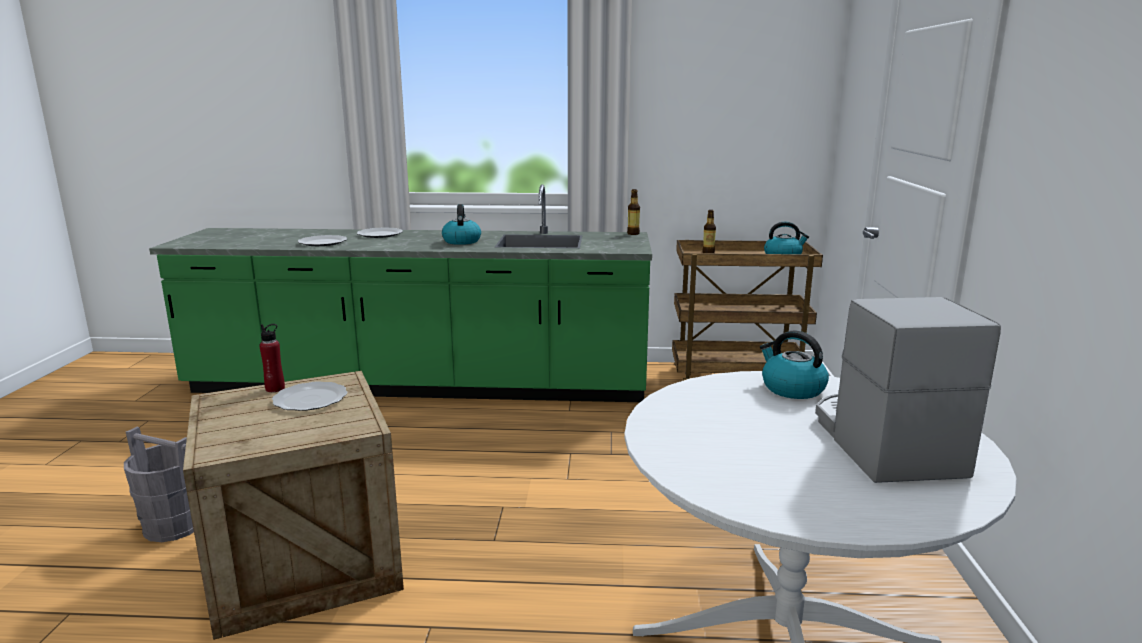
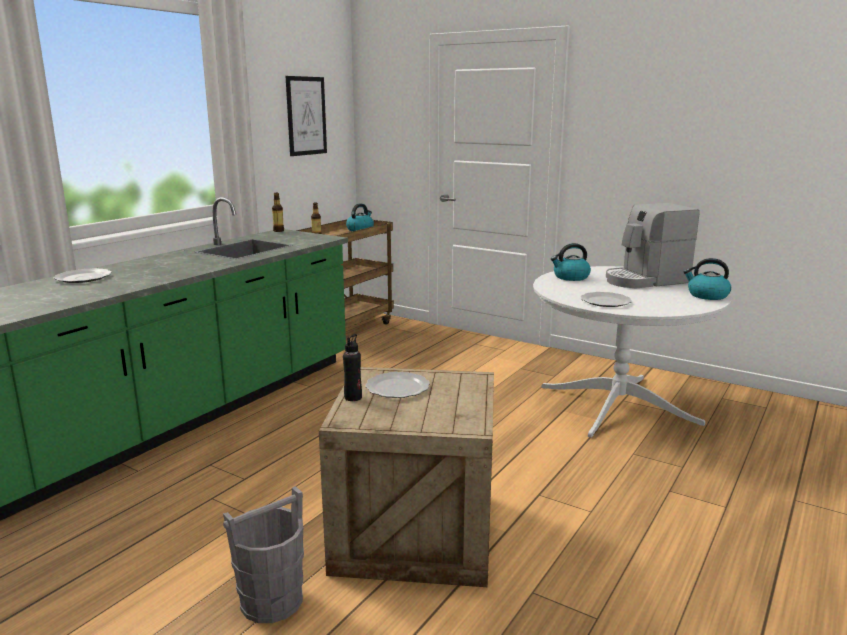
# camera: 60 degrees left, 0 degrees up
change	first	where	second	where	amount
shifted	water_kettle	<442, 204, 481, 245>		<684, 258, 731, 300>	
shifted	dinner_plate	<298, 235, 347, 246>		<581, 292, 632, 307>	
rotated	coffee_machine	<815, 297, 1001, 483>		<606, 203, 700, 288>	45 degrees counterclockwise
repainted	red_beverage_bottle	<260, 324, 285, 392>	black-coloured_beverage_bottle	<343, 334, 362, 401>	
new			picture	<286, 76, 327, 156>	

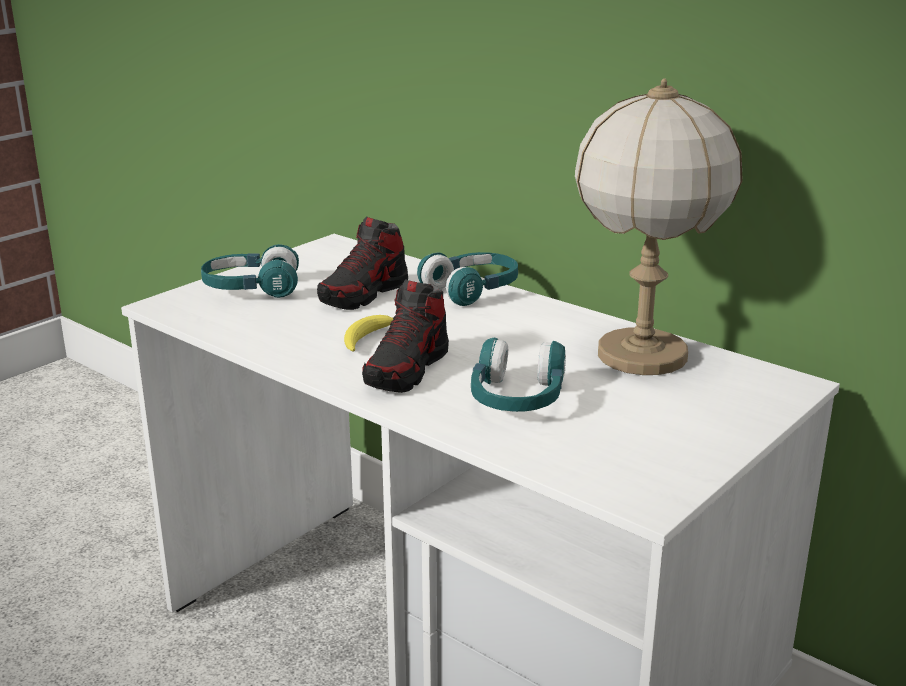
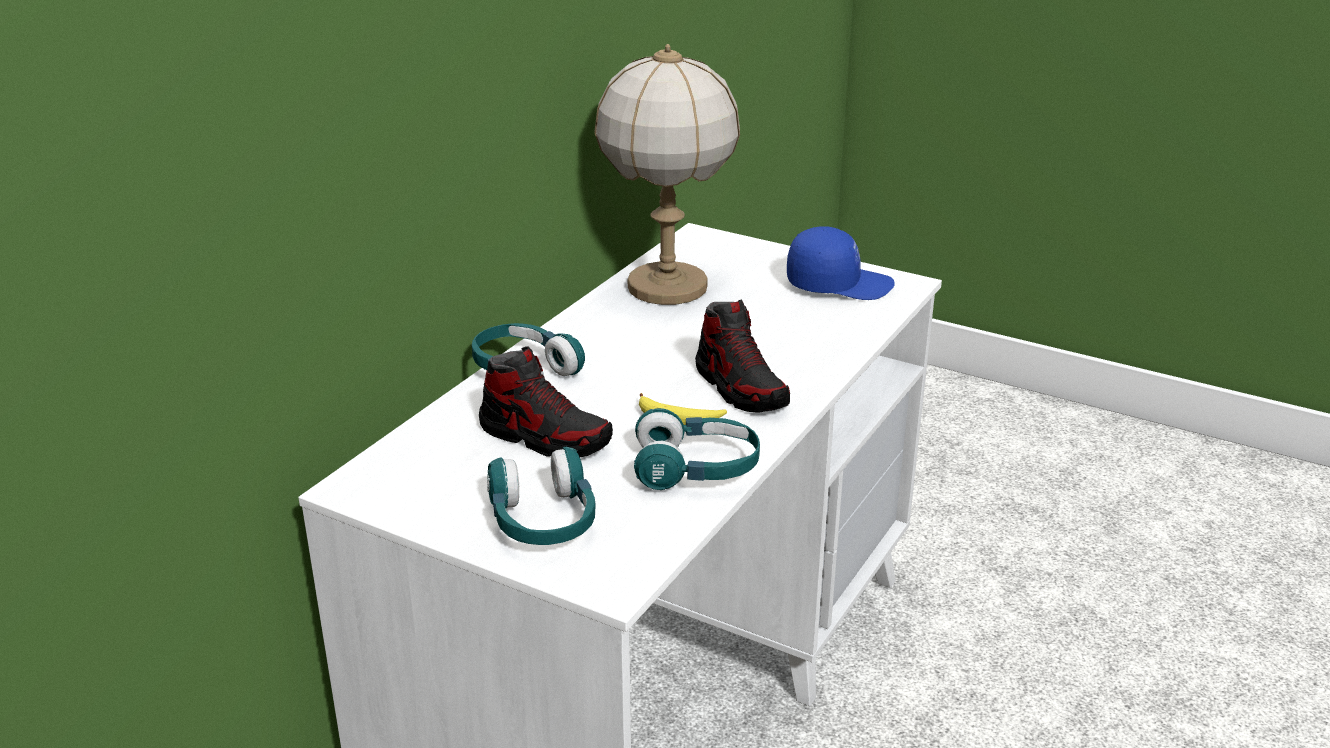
# camera: 100 degrees left, 5 degrees up
change	first	where	second	where	amount
rotated	low_shoe	<362, 279, 449, 393>		<695, 300, 790, 413>	45 degrees clockwise
shifted	turquoise-coloured_pair_of_headphones	<471, 338, 566, 412>		<634, 408, 760, 490>	
new			blue_cap	<787, 226, 895, 300>	

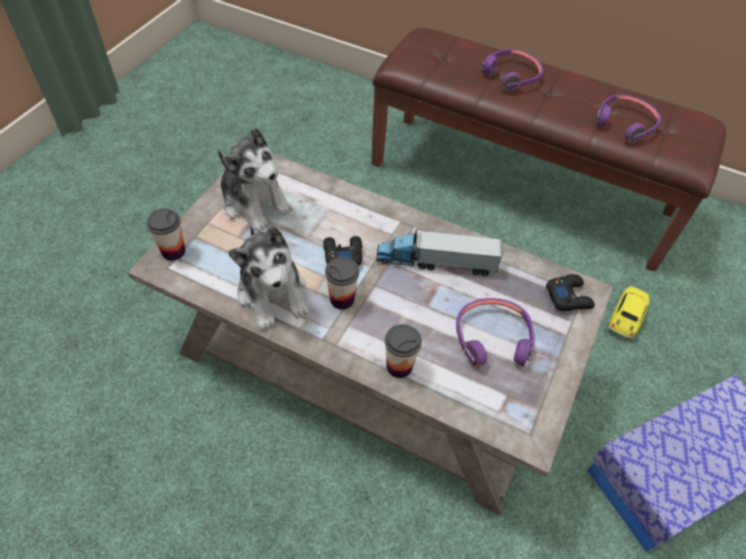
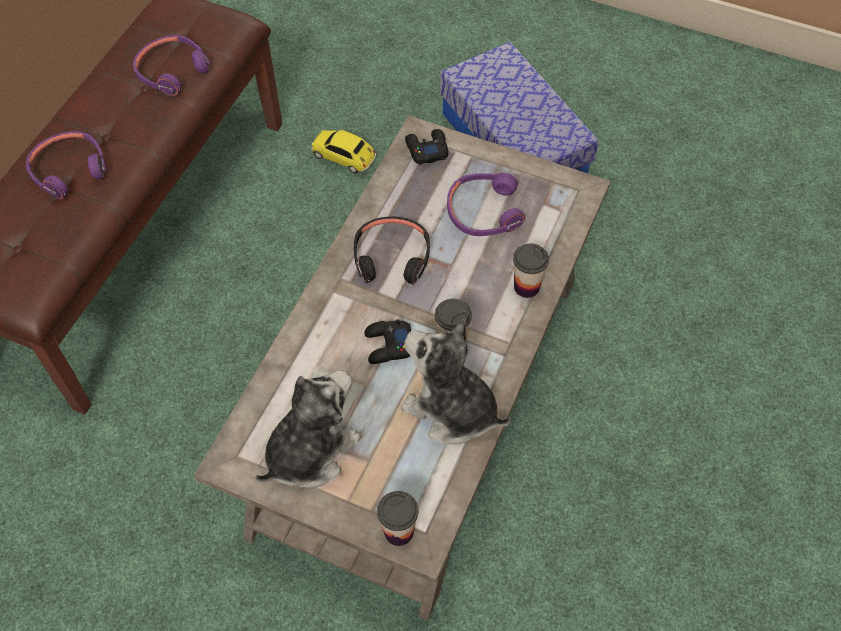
# camera: 90 degrees left, 5 degrees up
change	first	where	second	where	amount
rotated	soft_toy	<228, 226, 309, 330>		<401, 318, 511, 445>	120 degrees counterclockwise
swapped	model_truck	<376, 229, 503, 276>	black-coloured_pair_of_headphones	<354, 217, 430, 285>	

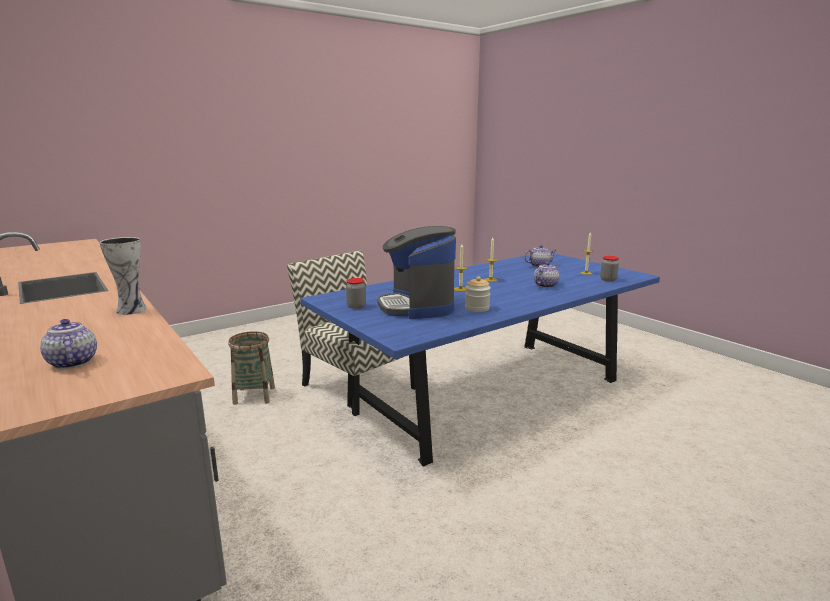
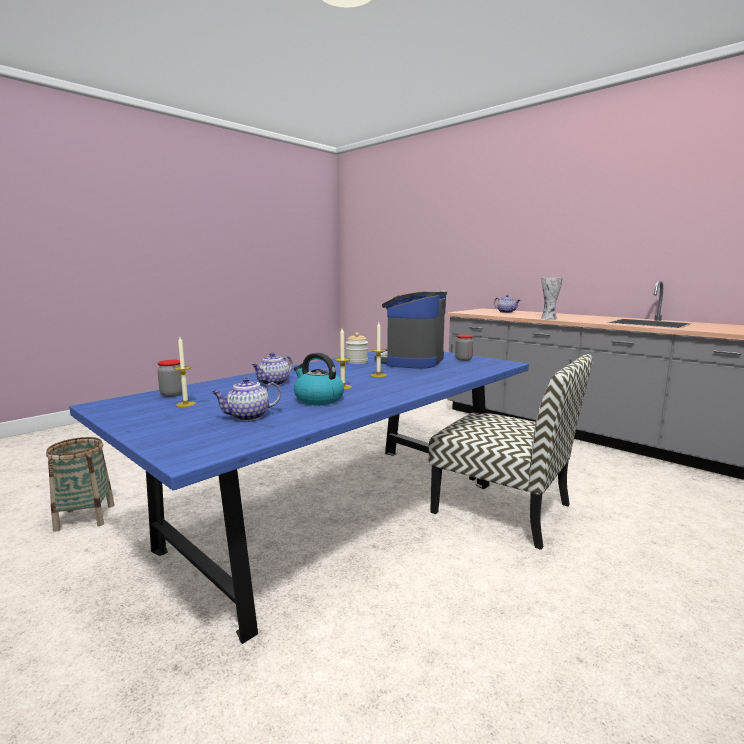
# camera: 170 degrees right, 5 degrees down
change	first	where	second	where	amount
rotated	coffee_machine	<377, 226, 456, 319>		<375, 290, 448, 369>	135 degrees counterclockwise
shifted	household_basket	<228, 331, 275, 405>		<46, 437, 115, 532>	
new			water_kettle	<294, 353, 344, 405>	

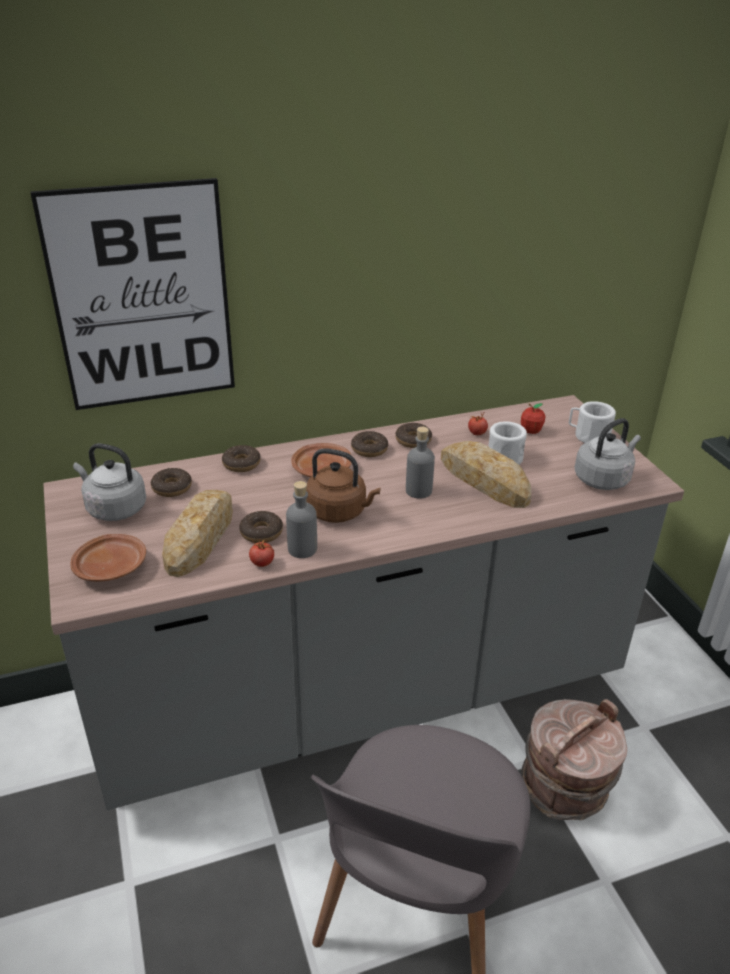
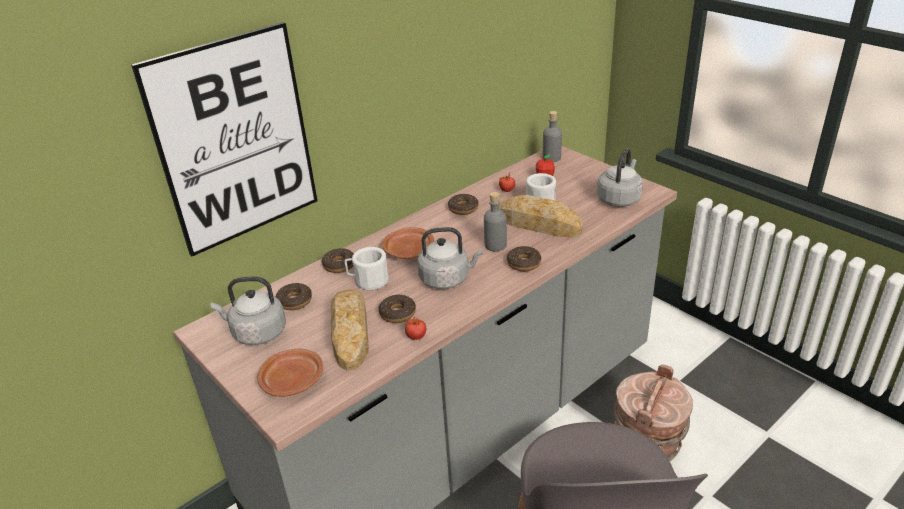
# camera: 20 degrees left, 0 degrees up
change	first	where	second	where	amount
shifted	whitish_mug	<569, 401, 616, 443>		<345, 247, 389, 290>	
shifted	ring_doughnut	<351, 431, 388, 457>		<507, 246, 541, 271>	
repainted	brown_water_kettle	<306, 448, 381, 523>	grey_water_kettle	<417, 227, 483, 289>	
shifted	grey_beverage_bottle	<286, 481, 317, 558>		<543, 111, 562, 162>	

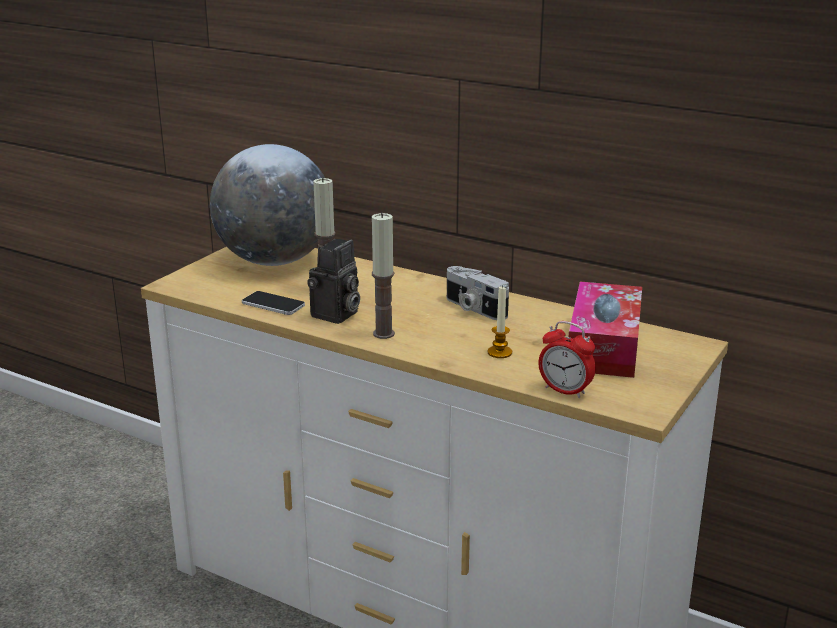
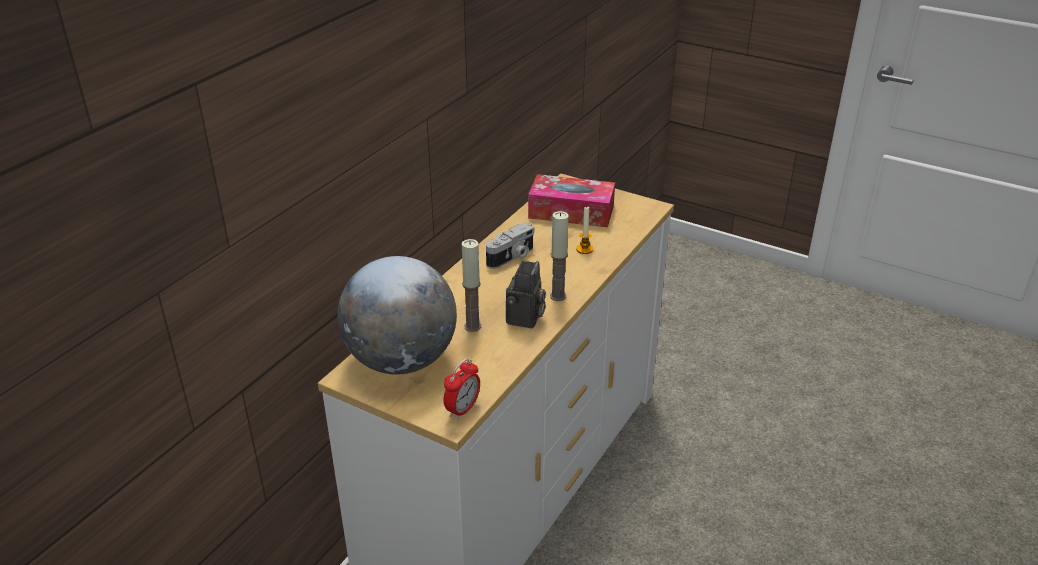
# camera: 90 degrees left, 10 degrees up
change	first	where	second	where	amount
rotated	photo_camera	<307, 239, 360, 324>		<506, 261, 546, 328>	75 degrees clockwise
gone	phone	<242, 291, 305, 315>			
shifted	bedside_clock	<538, 321, 596, 398>		<443, 358, 480, 420>	

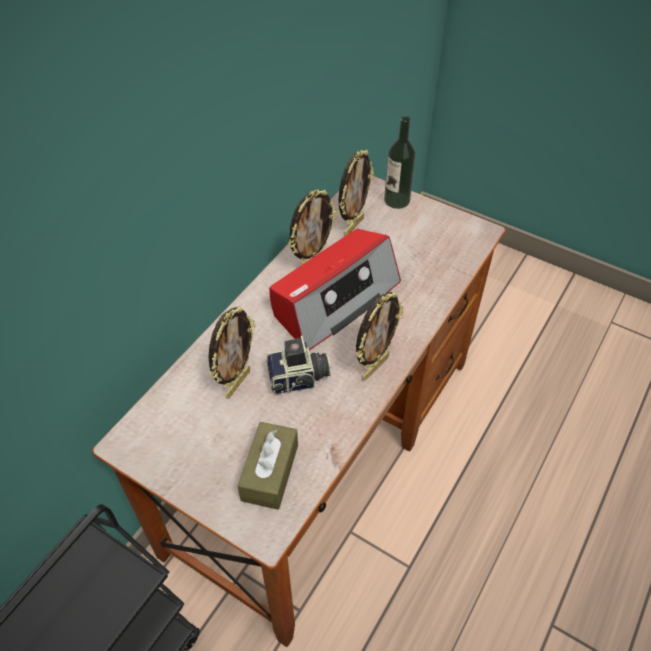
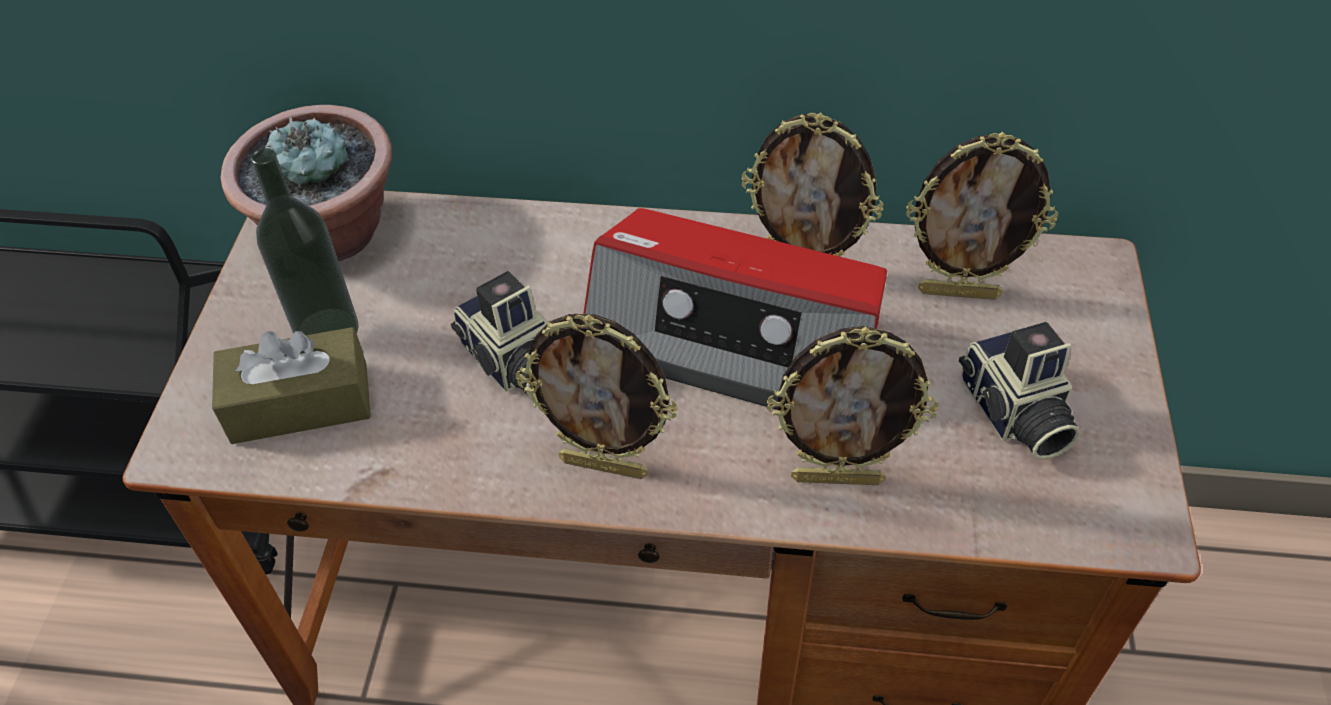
# camera: 65 degrees right, 0 degrees up
change	first	where	second	where	amount
shifted	beverage_bottle	<384, 116, 416, 209>		<251, 148, 359, 335>	
shifted	standing_frame	<209, 306, 255, 399>		<767, 326, 938, 485>	
new			houseplant	<221, 105, 392, 261>	
new			photo_camera	<959, 322, 1081, 459>	

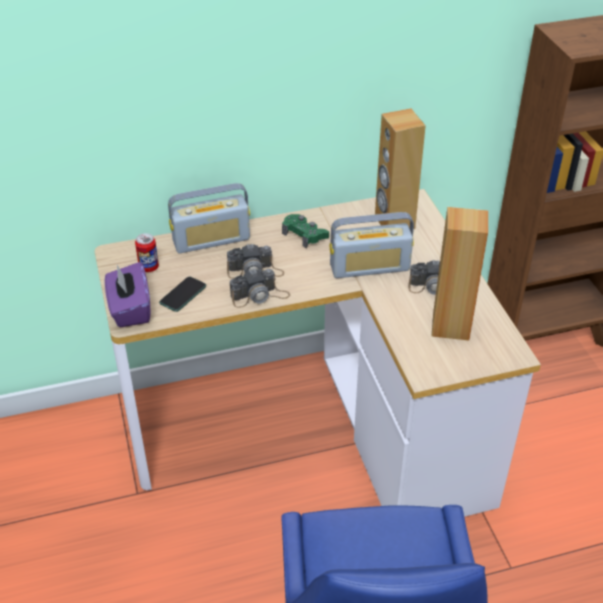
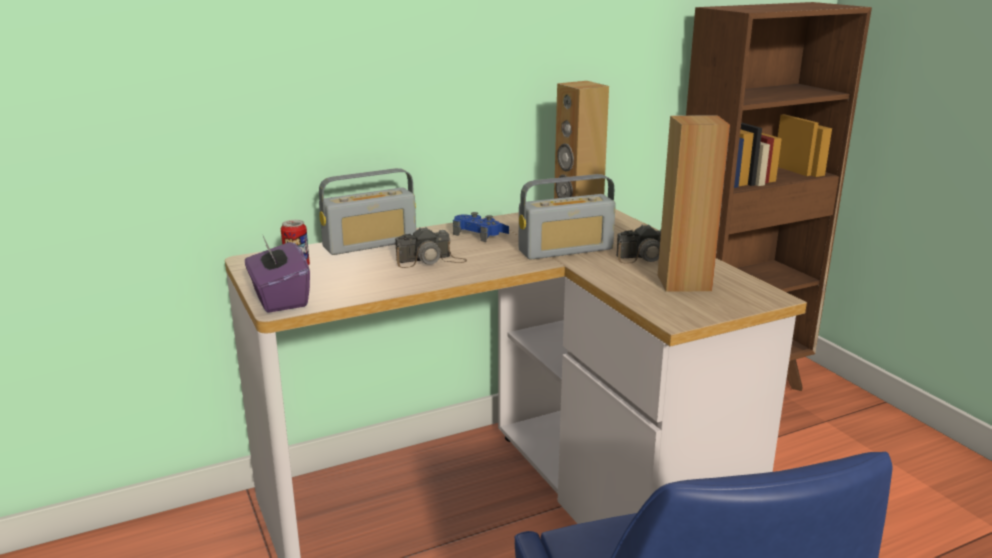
# camera: 10 degrees left, 20 degrees down
change	first	where	second	where	amount
repainted	green_joypad	<282, 214, 329, 248>	blue_joypad	<453, 212, 509, 242>	
gone	photo_camera	<230, 268, 290, 308>			
gone	phone	<159, 277, 206, 312>			

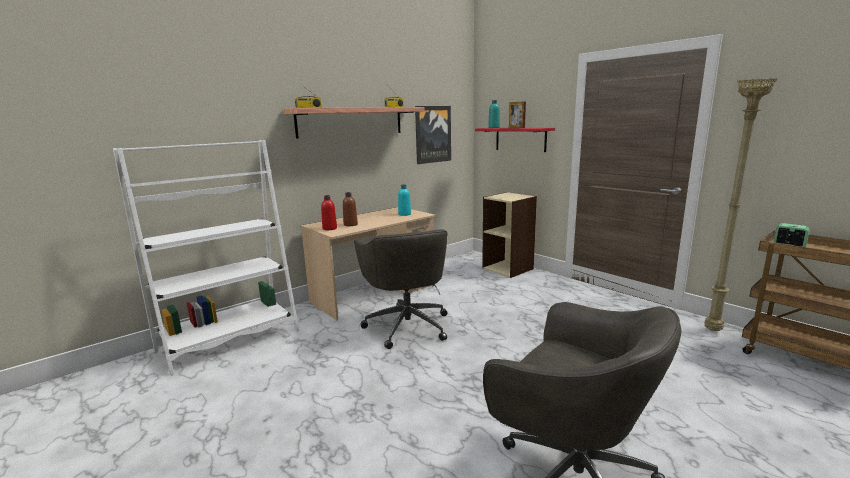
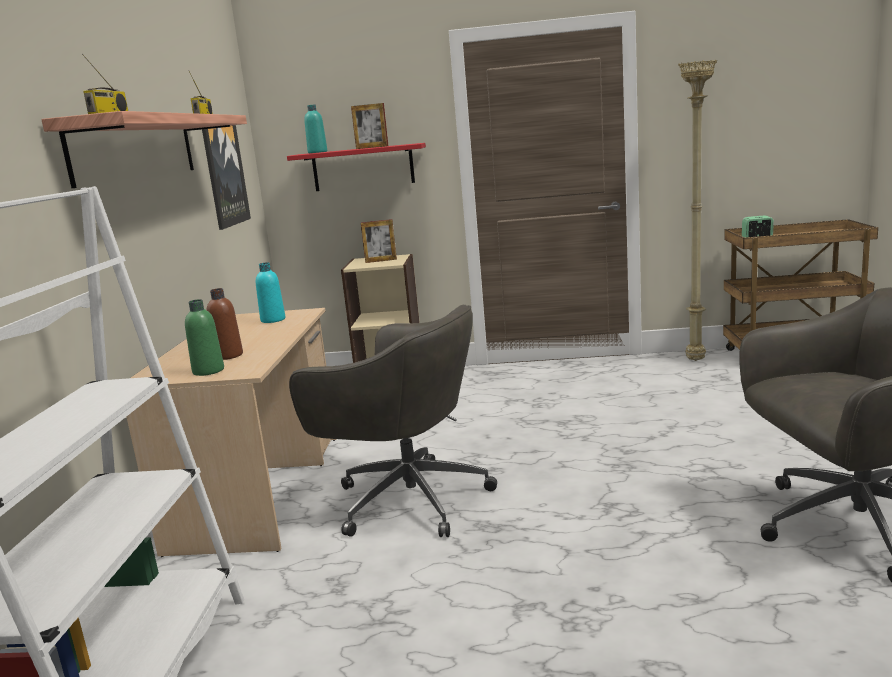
# camera: 45 degrees left, 0 degrees up
change	first	where	second	where	amount
repainted	red_beverage_bottle	<321, 195, 337, 230>	green_beverage_bottle	<185, 299, 224, 376>	
new			standing_frame	<361, 219, 397, 263>	

